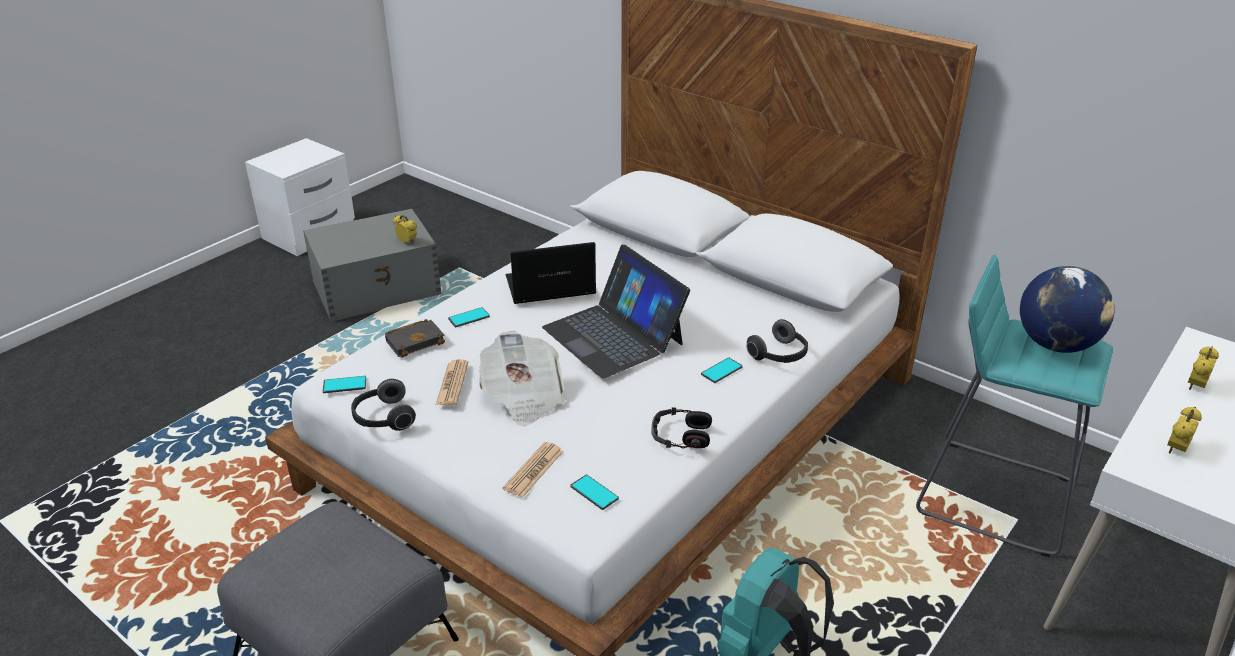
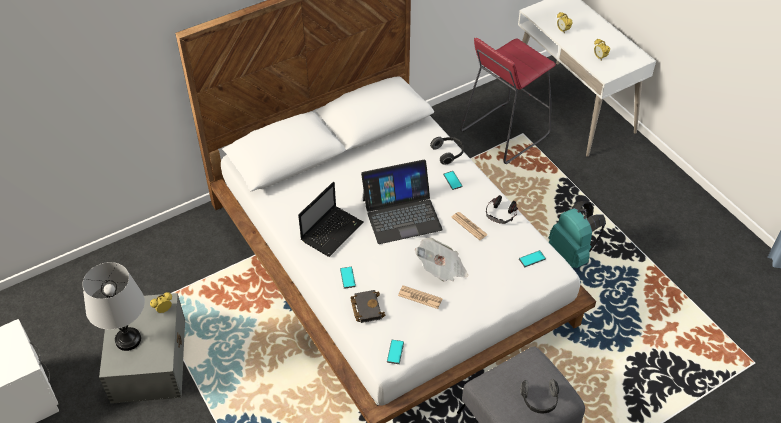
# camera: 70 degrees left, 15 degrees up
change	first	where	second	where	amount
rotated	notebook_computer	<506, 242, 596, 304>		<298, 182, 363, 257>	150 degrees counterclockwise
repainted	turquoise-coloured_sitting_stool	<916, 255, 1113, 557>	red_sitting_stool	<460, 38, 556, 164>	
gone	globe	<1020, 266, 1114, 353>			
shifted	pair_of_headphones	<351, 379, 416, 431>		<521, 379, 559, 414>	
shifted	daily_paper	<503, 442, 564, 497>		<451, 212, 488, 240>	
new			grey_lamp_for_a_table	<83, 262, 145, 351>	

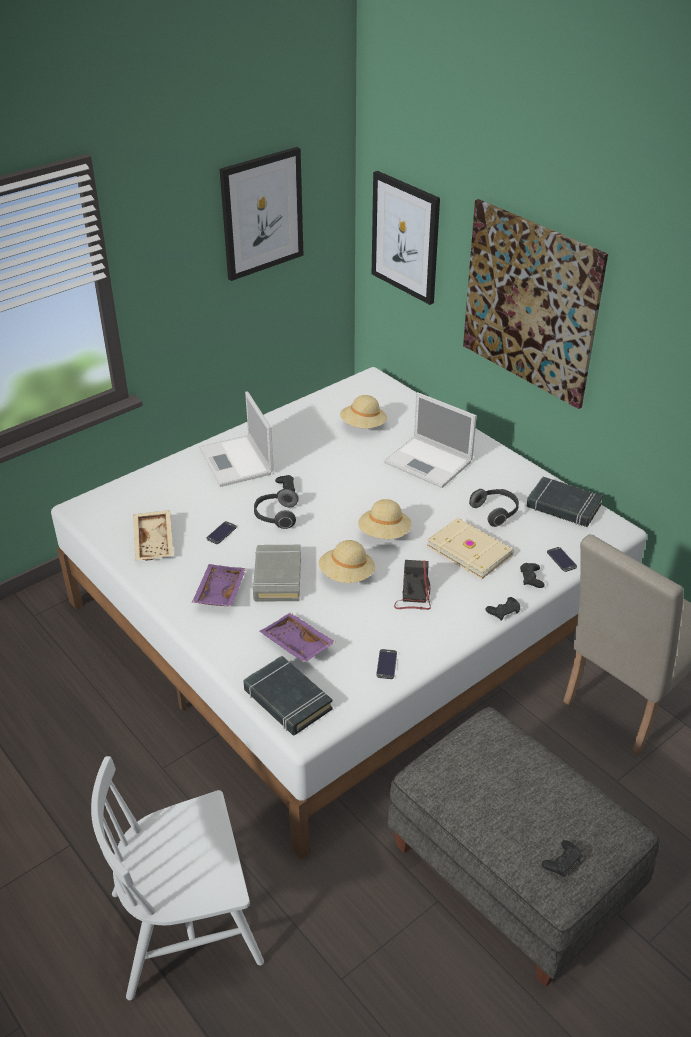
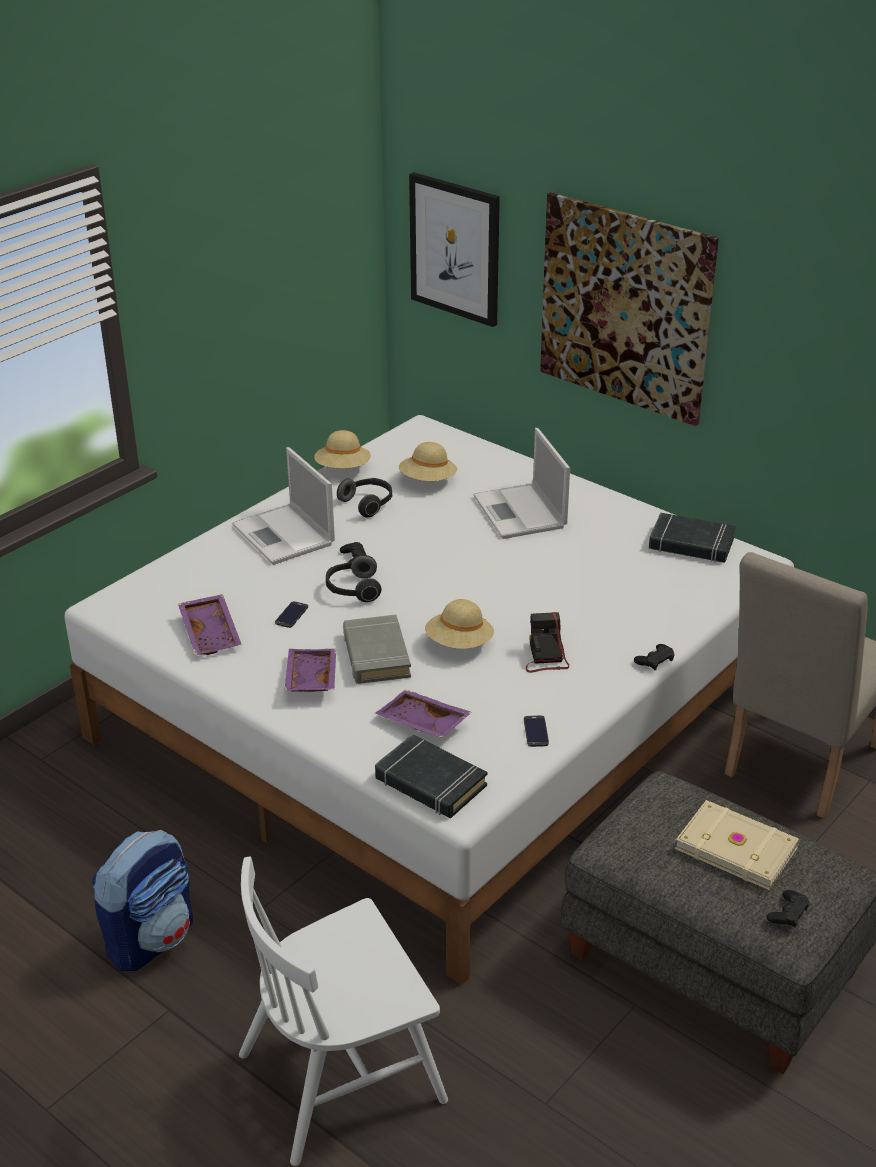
# camera: 10 degrees left, 5 degrees down
change	first	where	second	where	amount
gone	picture	<220, 147, 304, 281>			
rotated	notebook_computer	<384, 392, 477, 488>		<473, 428, 570, 539>	45 degrees clockwise
shifted	pair_of_headphones	<469, 489, 519, 527>		<337, 478, 392, 517>	
shifted	sand-coloured_wearable_hat	<358, 499, 411, 539>		<314, 430, 371, 468>	
repainted	sand-coloured_serving_tray	<133, 510, 173, 561>	purple-coloured_serving_tray	<178, 594, 242, 655>	
shifted	sand-coloured_volume	<427, 518, 514, 579>		<675, 800, 800, 890>	
gone	phone	<547, 547, 577, 572>			
gone	black-coloured_joypad	<520, 563, 545, 588>			
new			backpack	<92, 830, 193, 971>	

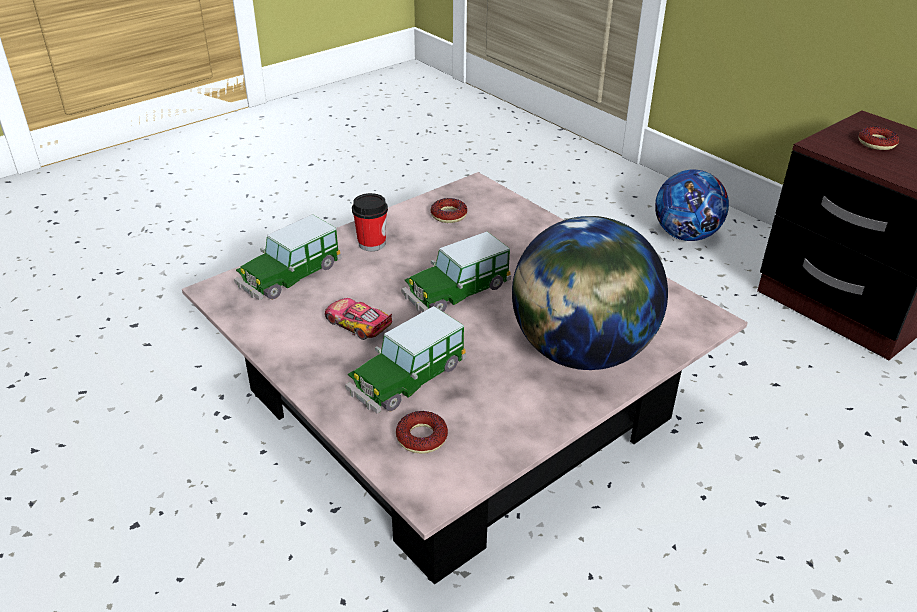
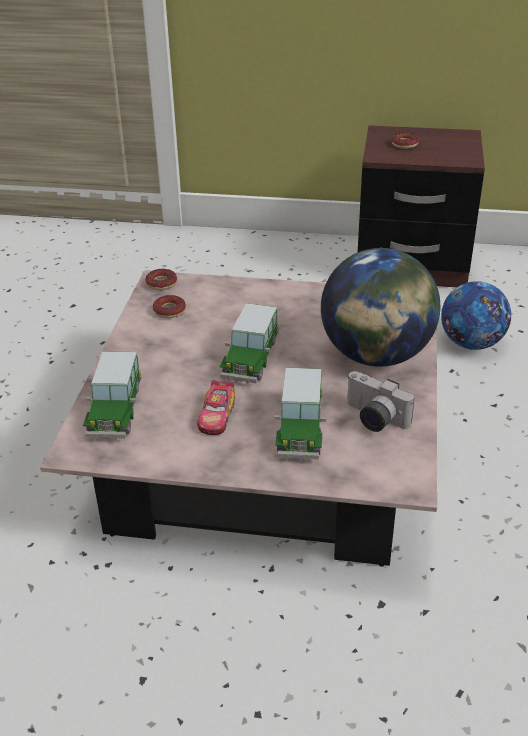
# camera: 40 degrees left, 0 degrees up
change	first	where	second	where	amount
shifted	ball_for_football	<655, 169, 729, 241>		<441, 281, 511, 350>	
gone	drinking_cup	<352, 193, 388, 251>			
rotated	miniature_car	<325, 298, 392, 340>		<197, 380, 235, 435>	75 degrees counterclockwise
shifted	ring_doughnut	<396, 411, 448, 454>		<145, 269, 177, 290>	
new			photo_camera	<347, 371, 414, 432>	

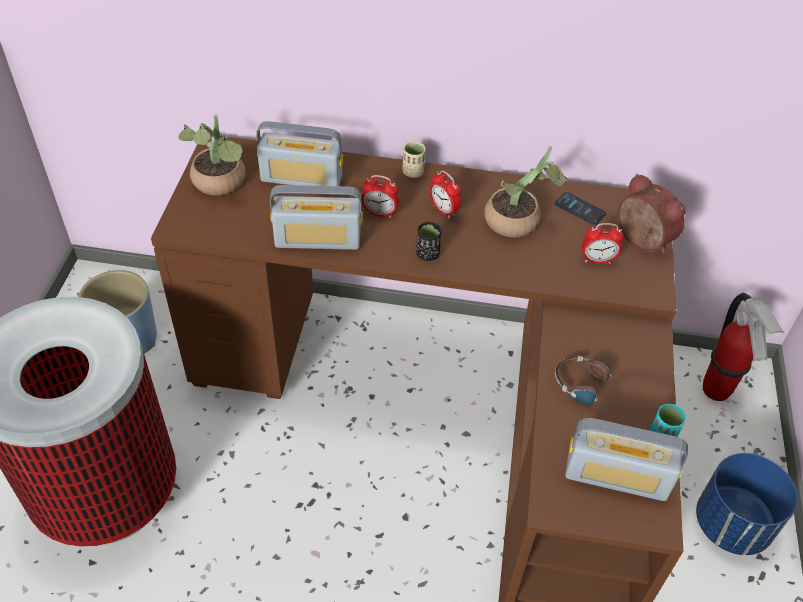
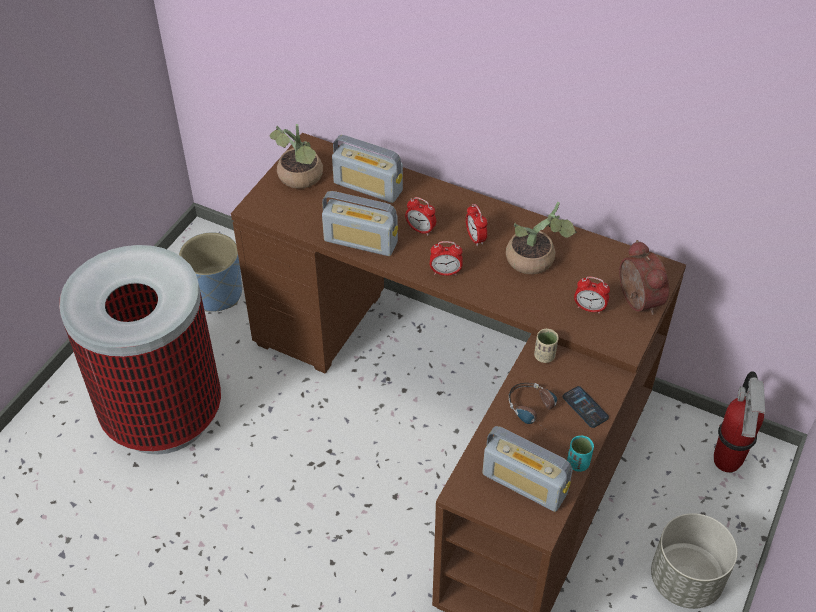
# camera: 20 degrees right, 0 degrees up
change	first	where	second	where	amount
shifted	sand-coloured_drinking_cup	<402, 141, 426, 178>		<534, 329, 559, 363>	
shifted	phone	<555, 192, 606, 225>		<563, 386, 609, 428>	
swapped	black-coloured_drinking_cup	<416, 222, 442, 261>	bedside_clock	<430, 241, 463, 276>	
repainted	blue_flower_pot	<696, 453, 798, 555>	grey_flower_pot	<651, 513, 737, 609>	

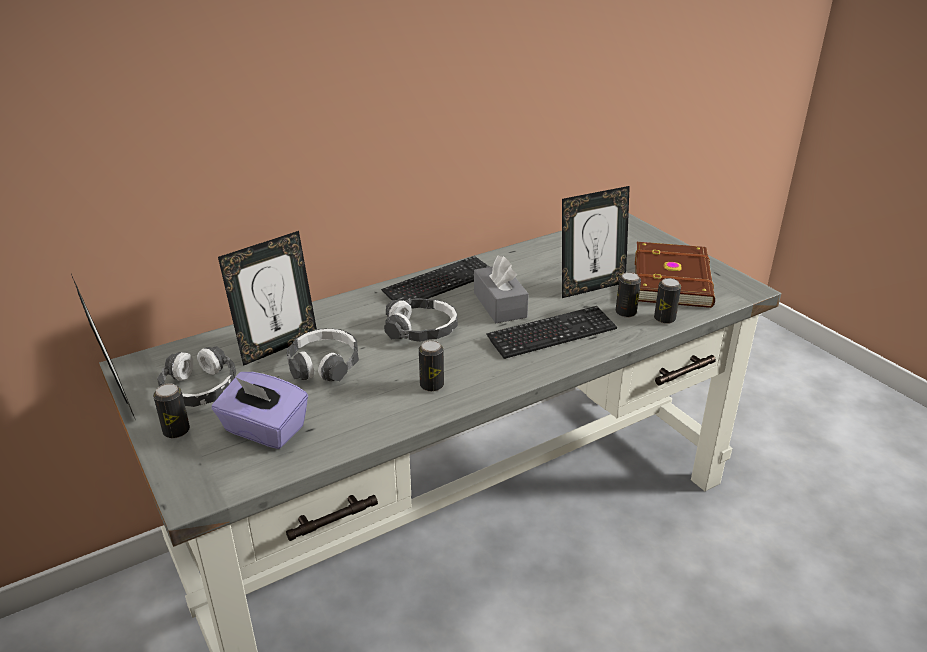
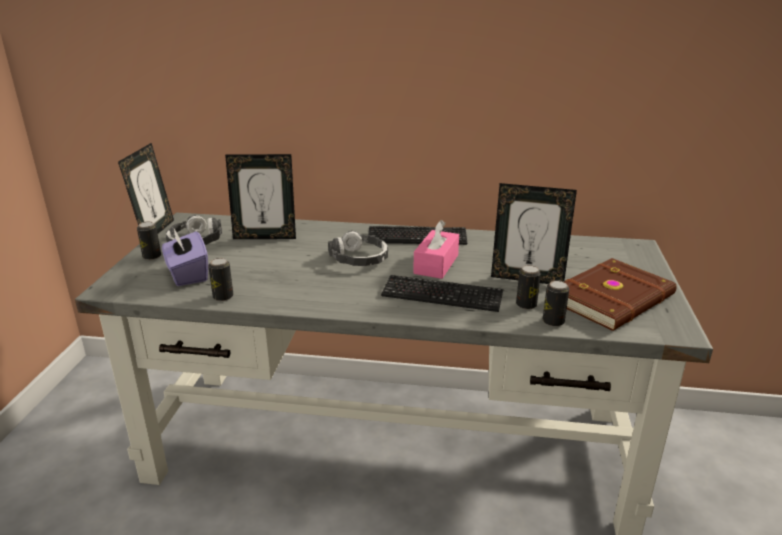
# camera: 40 degrees right, 5 degrees down
change	first	where	second	where	amount
repainted	grey_tissue_holder	<474, 256, 529, 323>	pinkish_tissue_holder	<413, 220, 459, 279>	
gone	pair_of_headphones	<287, 328, 359, 381>			
shifted	sealed_can	<419, 340, 444, 392>		<208, 258, 233, 301>	

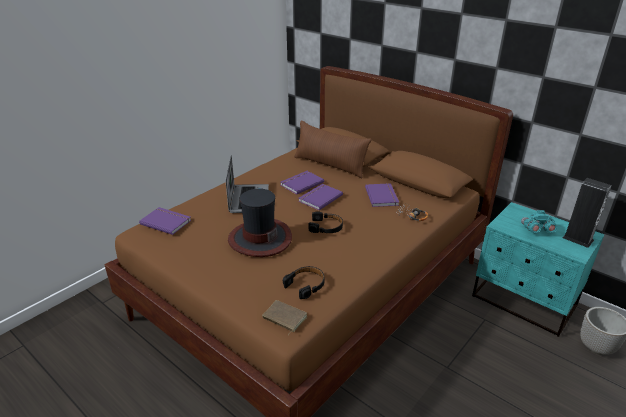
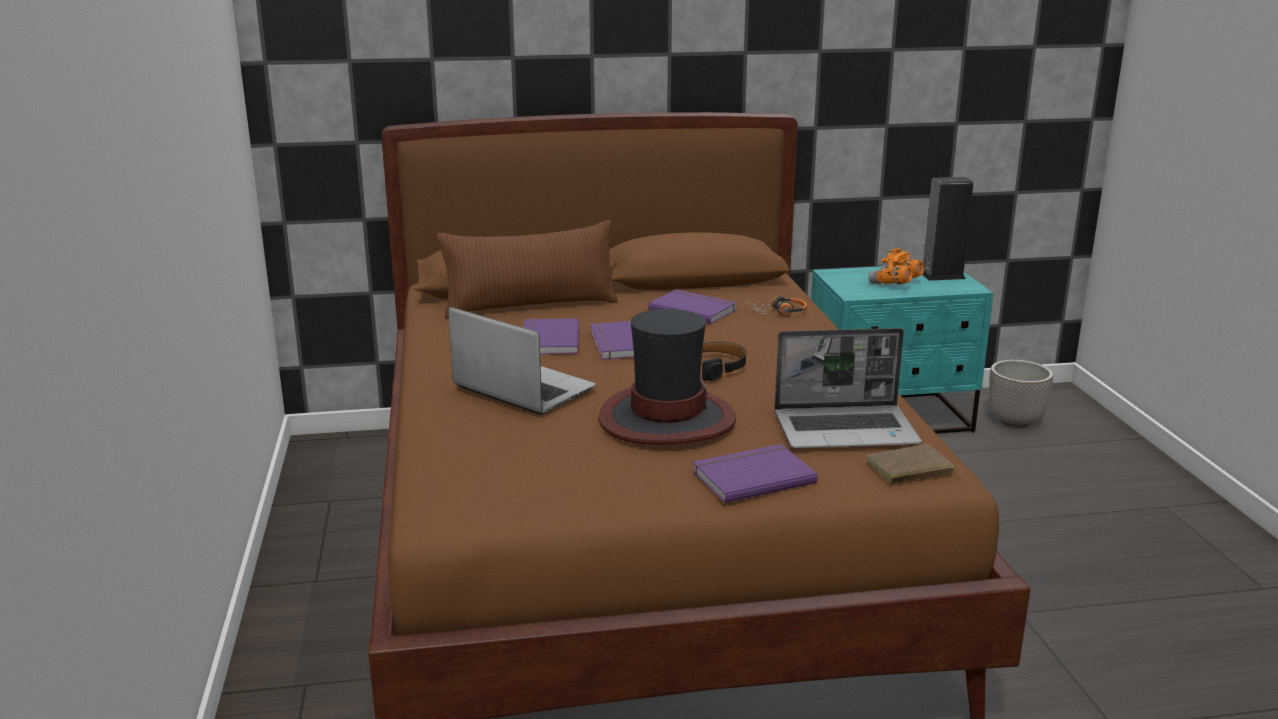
# camera: 50 degrees left, 10 degrees down
change	first	where	second	where	amount
shifted	purple-coloured_volume	<139, 207, 191, 235>		<692, 444, 818, 503>	
repainted	turquoise-coloured_field_glasses	<521, 210, 557, 233>	orange_field_glasses	<868, 248, 924, 285>	
swapped	black-coloured_pair_of_headphones	<283, 266, 324, 299>	notebook_computer	<774, 328, 922, 448>	

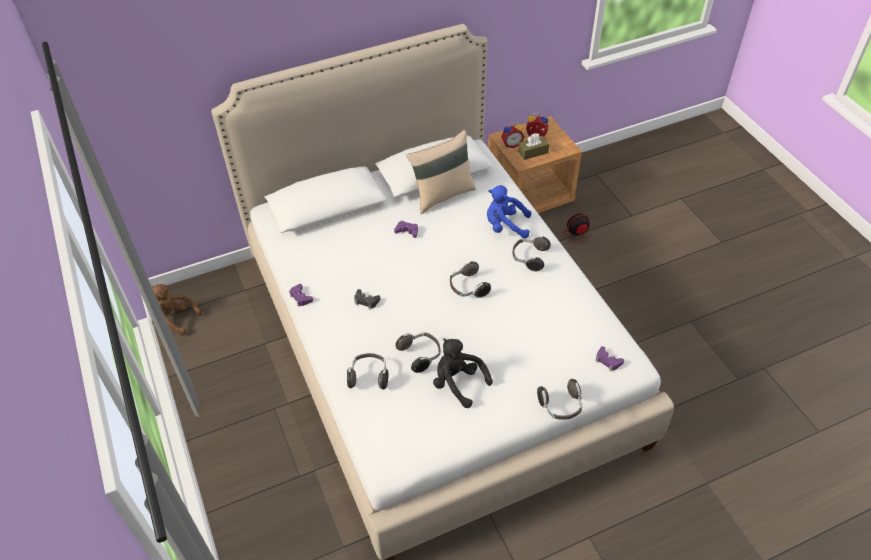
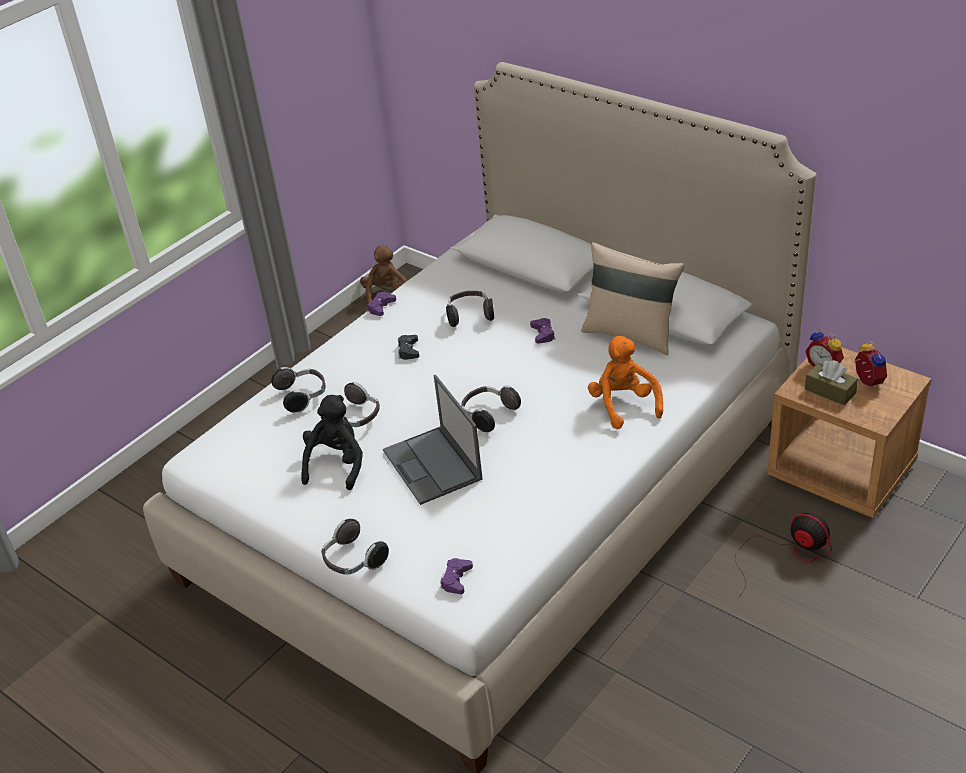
# camera: 65 degrees right, 10 degrees down
change	first	where	second	where	amount
repainted	blue_soft_toy	<487, 185, 531, 239>	orange_soft_toy	<588, 336, 663, 429>	
shifted	pair_of_headphones	<513, 236, 551, 272>		<446, 291, 494, 327>	
new			notebook_computer	<383, 375, 483, 505>	

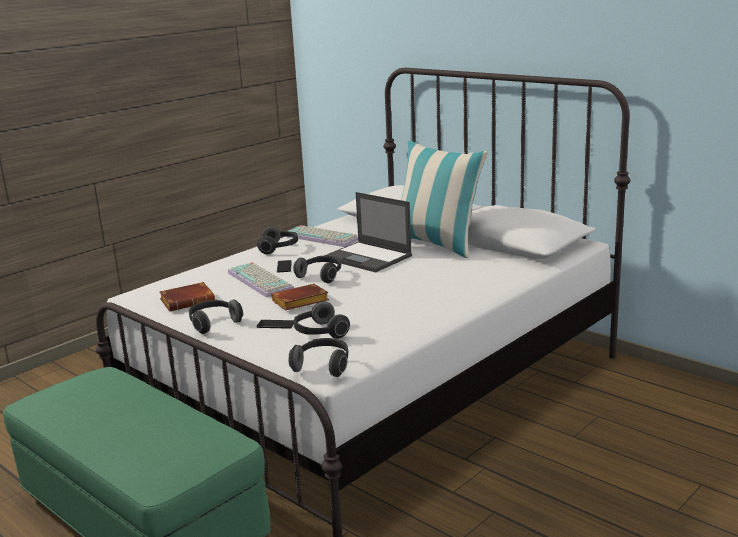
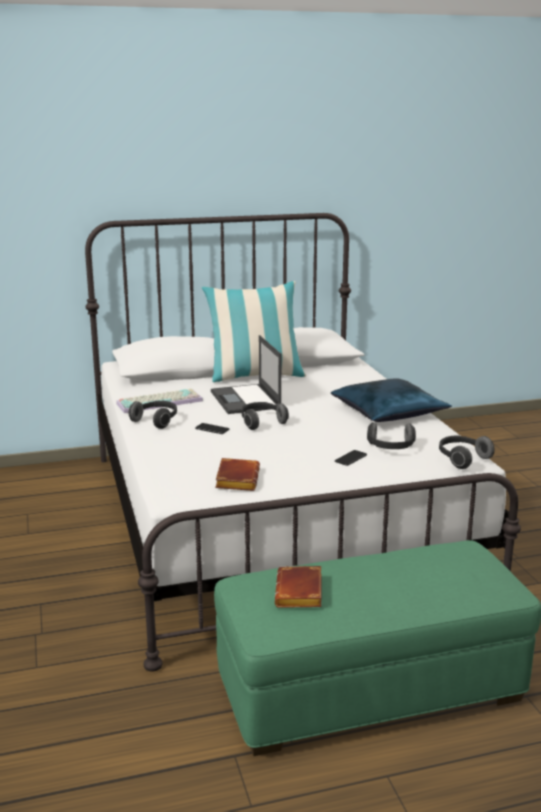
# camera: 60 degrees left, 0 degrees up
change	first	where	second	where	amount
rotated	notebook_computer	<324, 192, 412, 272>		<211, 335, 281, 414>	90 degrees clockwise
gone	PC_keyboard	<228, 262, 294, 298>			
shifted	brown_volume	<271, 284, 329, 311>		<275, 566, 321, 608>	
gone	pair_of_headphones	<189, 299, 243, 334>			
new			blue_pillow	<331, 379, 452, 422>	

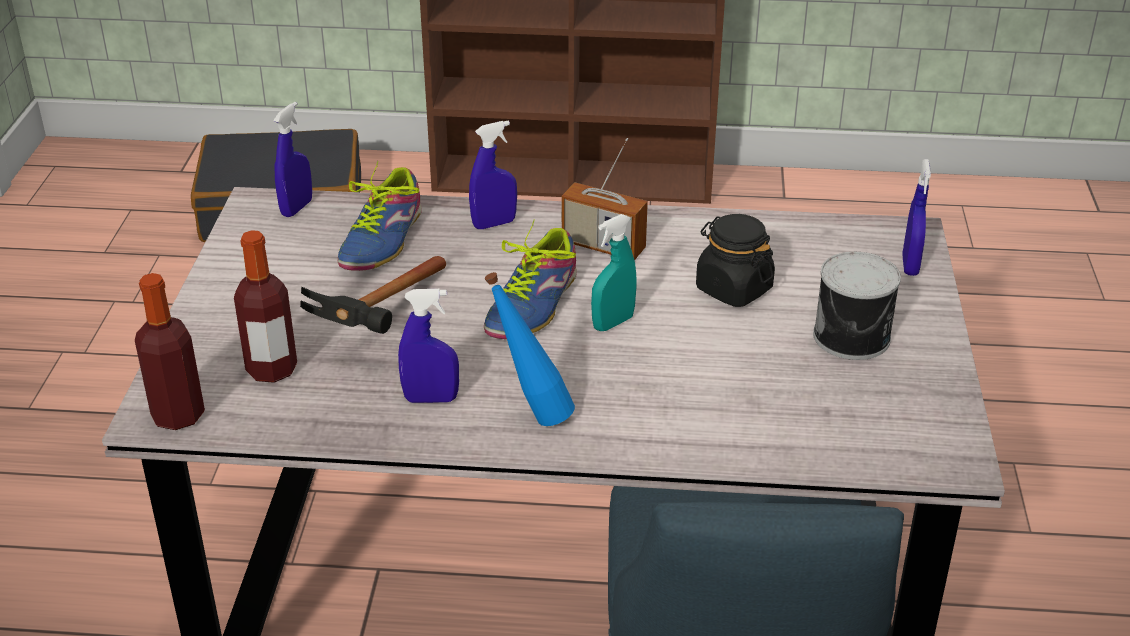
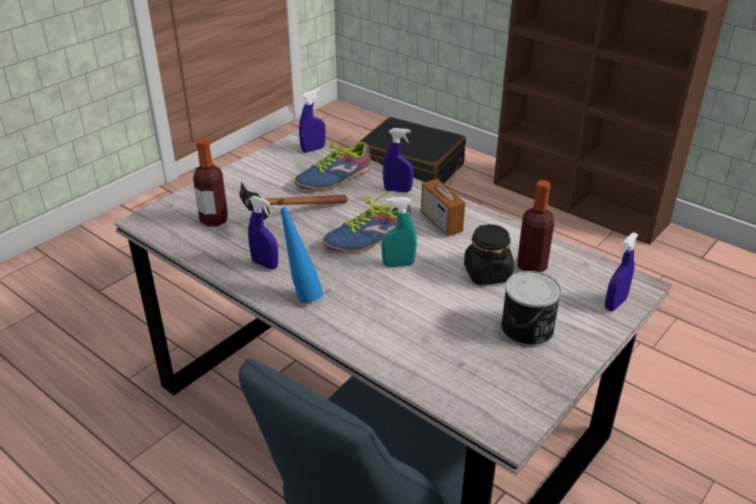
# camera: 35 degrees right, 0 degrees up
change	first	where	second	where	amount
shifted	beverage_bottle	<135, 273, 205, 430>		<517, 180, 554, 272>	

